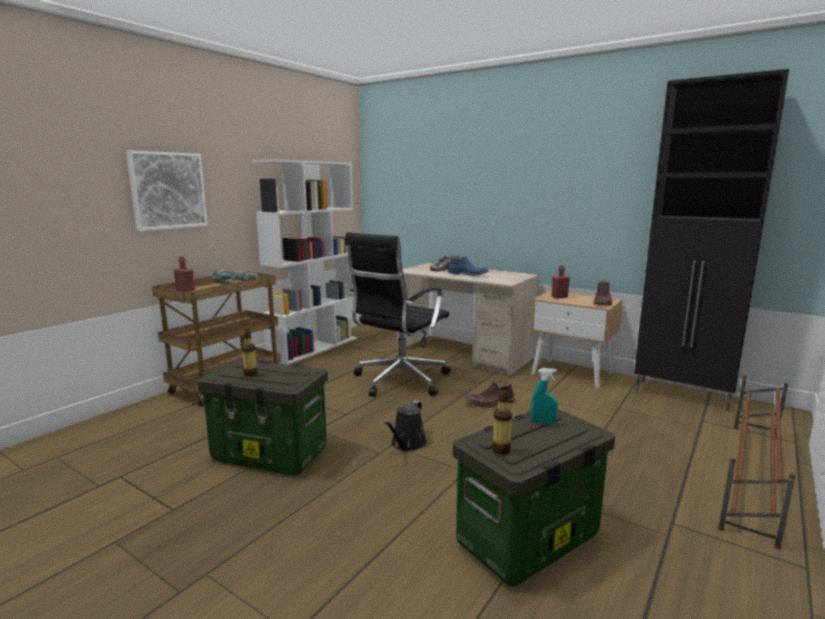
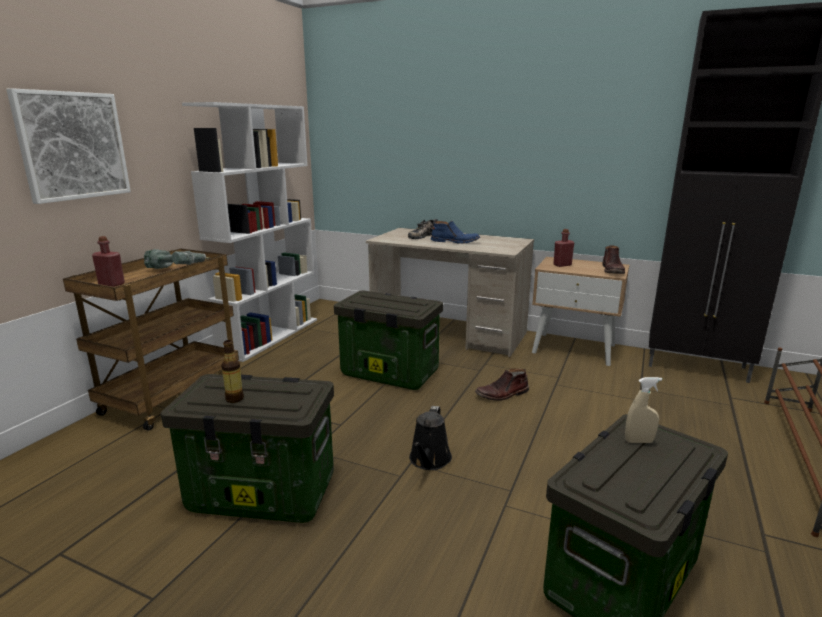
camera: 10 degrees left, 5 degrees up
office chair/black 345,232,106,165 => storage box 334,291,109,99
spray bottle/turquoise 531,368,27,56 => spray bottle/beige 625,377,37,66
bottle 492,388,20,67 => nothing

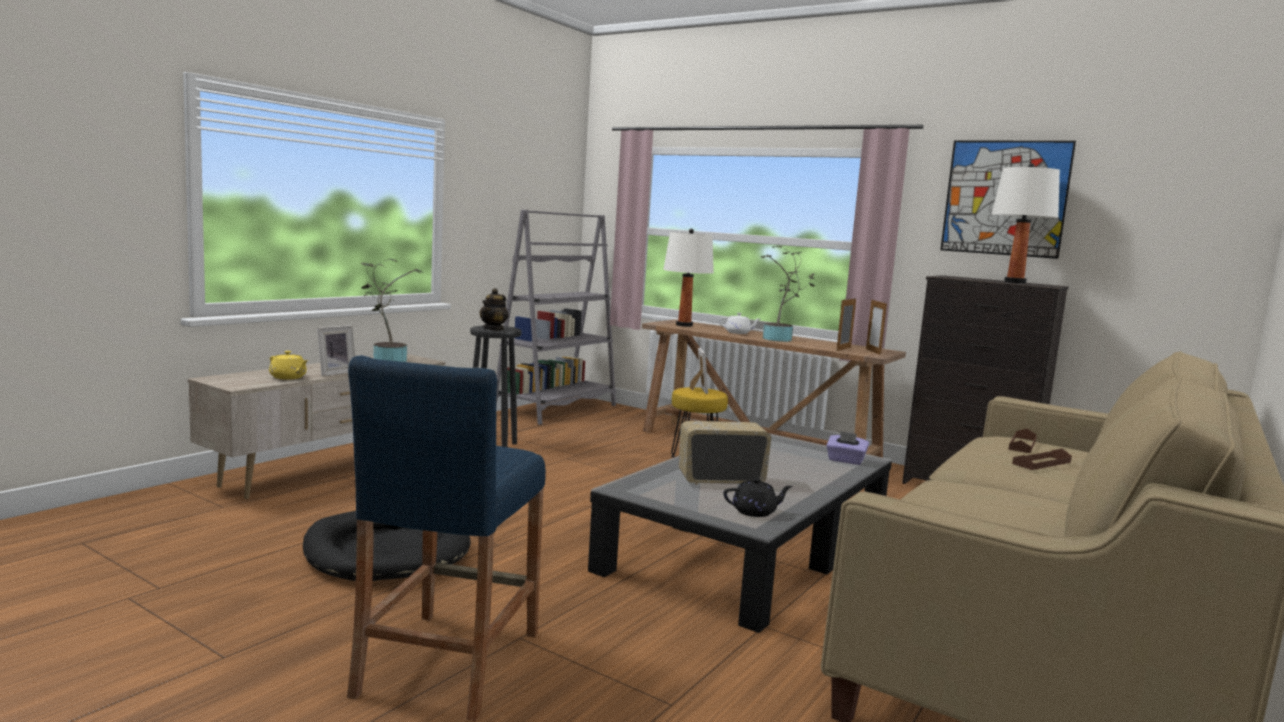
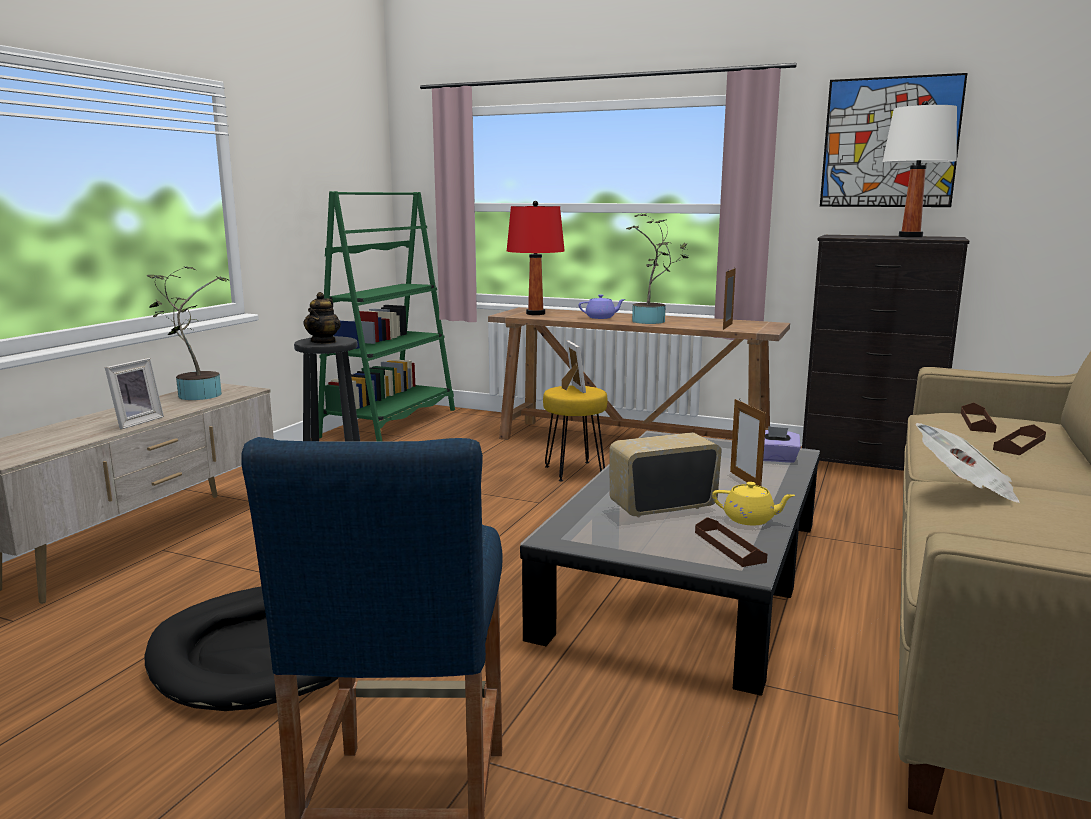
camera: 10 degrees left, 5 degrees up
bookcase/grey 496,209,120,216 => bookcase/green 318,191,137,251
table lamp/white 663,229,51,98 => table lamp/red 507,201,58,114
picture frame 866,300,21,55 => picture frame 730,398,37,88, moved
teapot/white 719,313,41,21 => teapot/purple 579,294,46,25
teapot/yellow 269,351,39,28 => teapot/yellow 712,482,83,43, moved
teapot/black 724,478,69,39 => tray/brown 695,517,72,50
nothing => newspaper 915,423,105,80

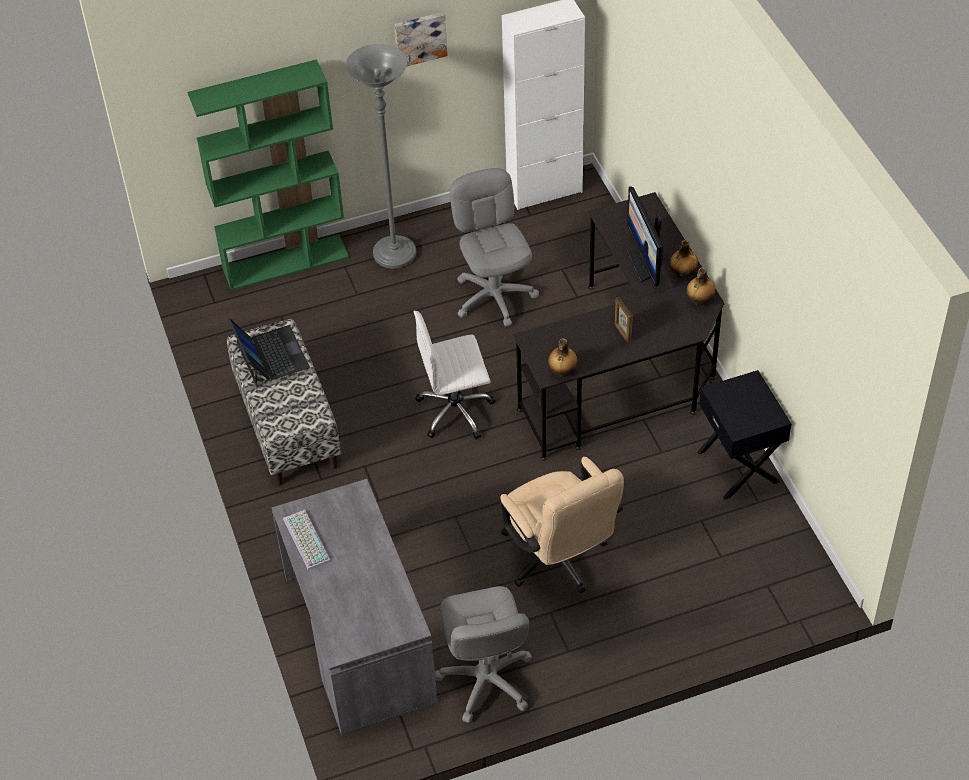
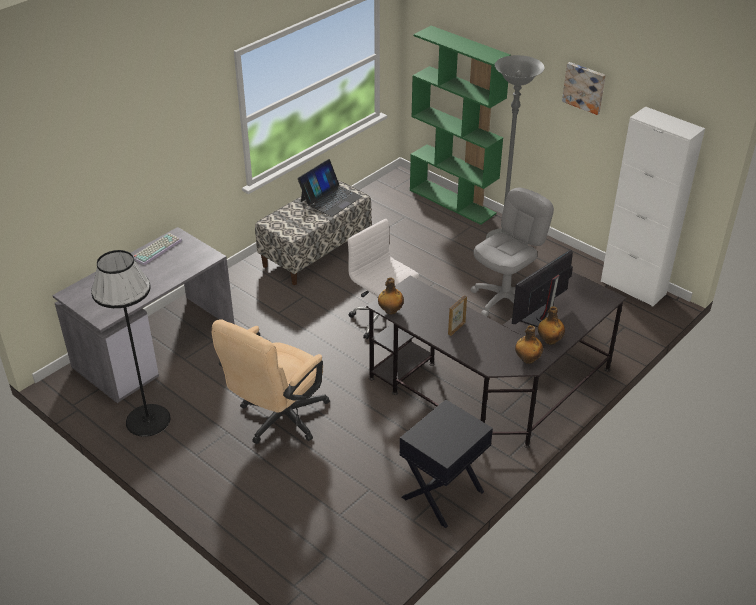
camera: 60 degrees right, 10 degrees down
office chair/grey 435,586,97,137 => floor lamp/black 91,250,80,187

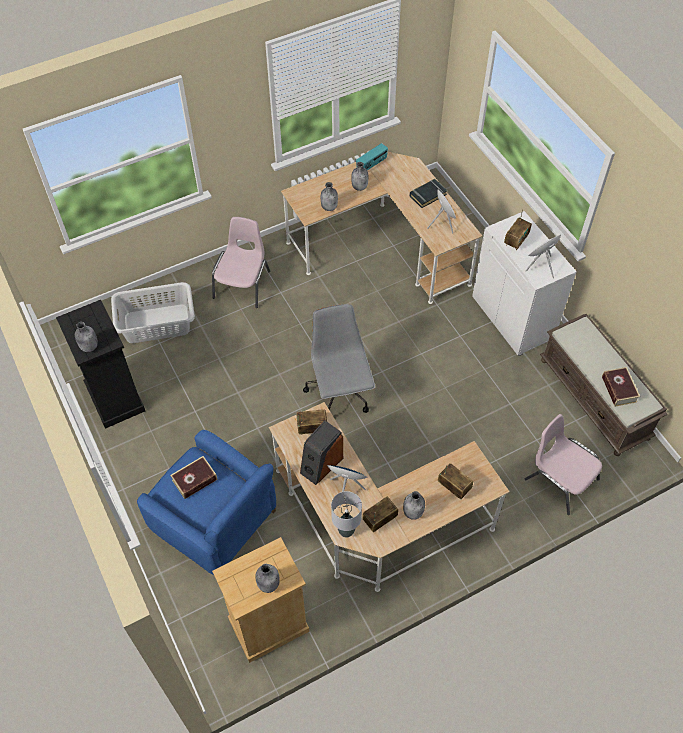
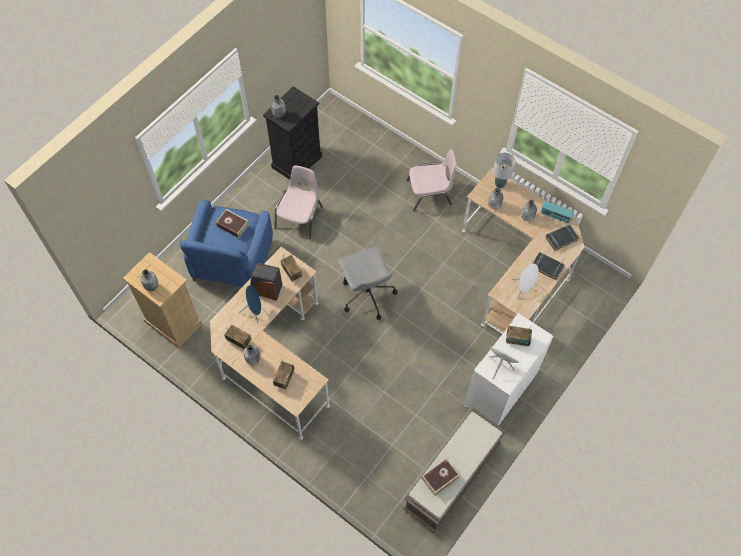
camera: 65 degrees right, 5 degrees up
laundry basket/grey 111,282,84,61 => nothing
office chair/grey 303,304,72,109 => office chair/grey 338,246,59,74, 105 degrees clockwise
chair/pink 524,414,78,101 => chair/pink 274,166,49,73, moved
table lamp/grey 331,491,31,47 => table lamp/grey 493,153,23,35, moved
nothing => book/black 546,224,33,27

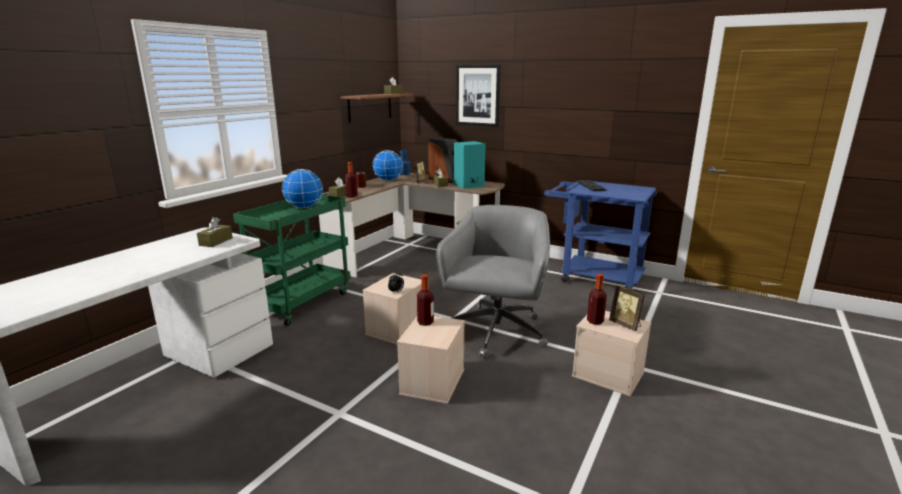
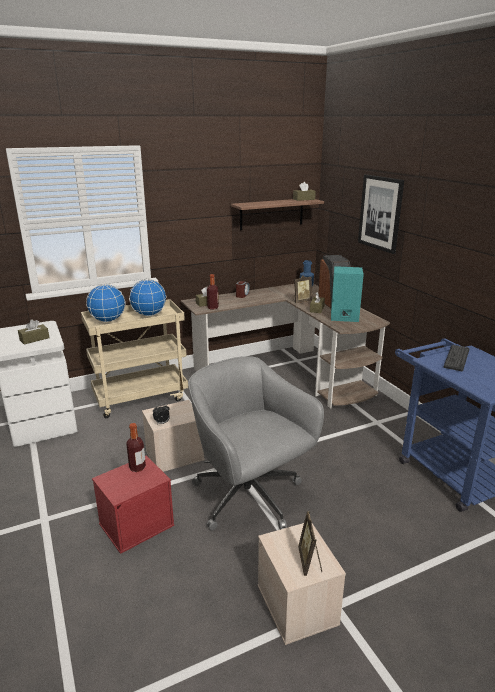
camera: 35 degrees right, 5 degrees up
globe 373,150,30,31 => globe 86,284,39,38, moved
cart/green 233,195,118,131 => cart/beige 81,299,107,119
office chair/grey 436,205,114,153 => office chair/grey 188,356,136,175, 90 degrees counterclockwise
bottle 587,274,20,51 => nothing
storage box/beige 397,316,68,88 => storage box/red 92,455,82,99

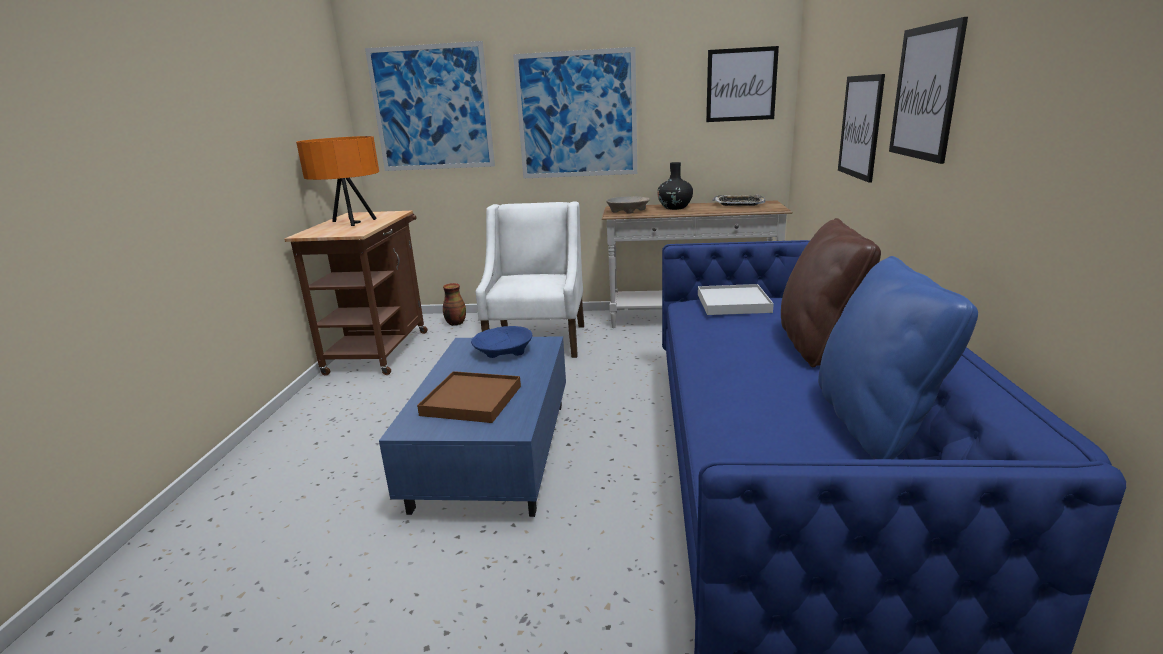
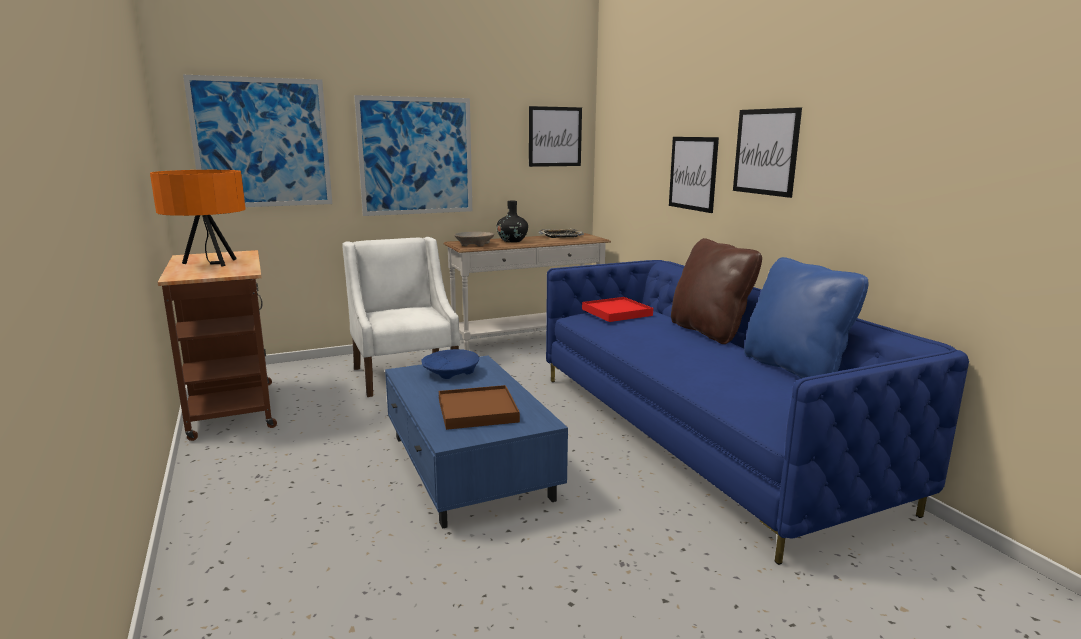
camera: 30 degrees left, 5 degrees down
vase 443,283,23,43 => nothing
tray/white 698,284,76,31 => tray/red 582,297,71,25

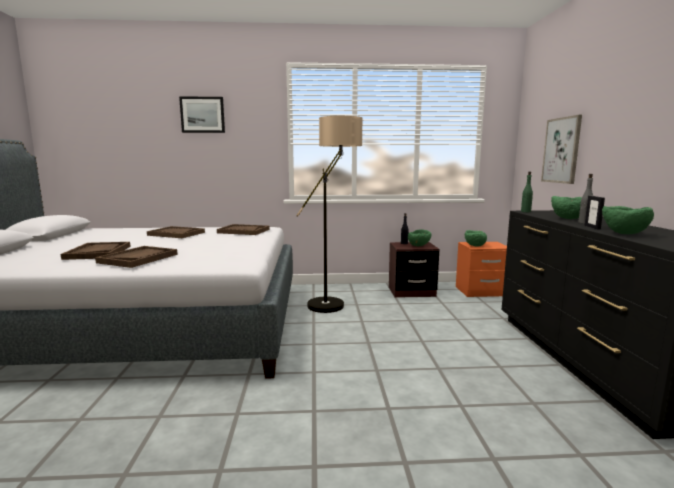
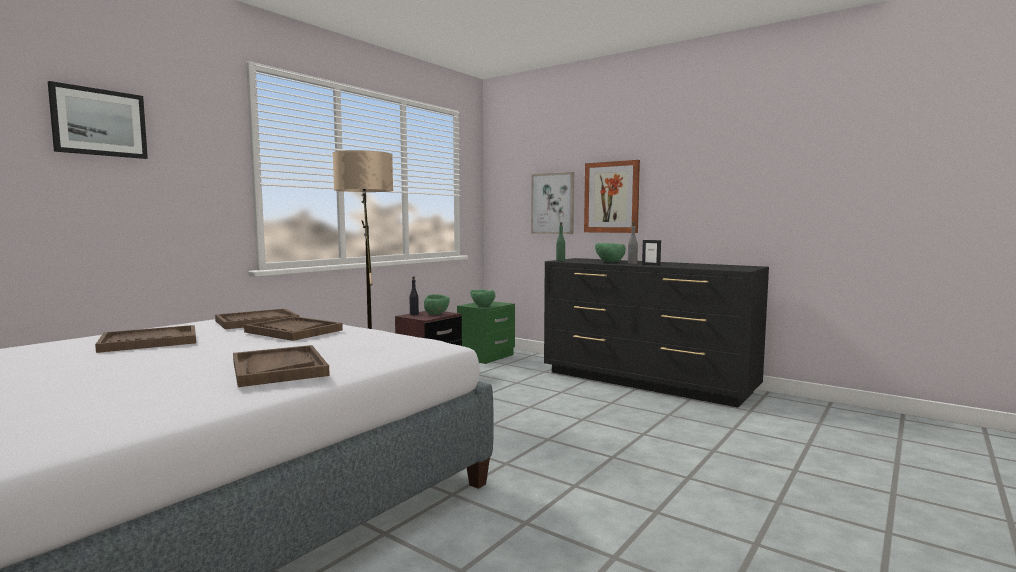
camera: 50 degrees left, 5 degrees down
bowl/green 602,206,52,28 => nothing
tray/brown 61,242,70,18 => tray/brown 244,316,99,25, moved
nightstand/orange 456,242,51,55 => nightstand/green 457,301,58,63
nothing => picture 584,160,56,73

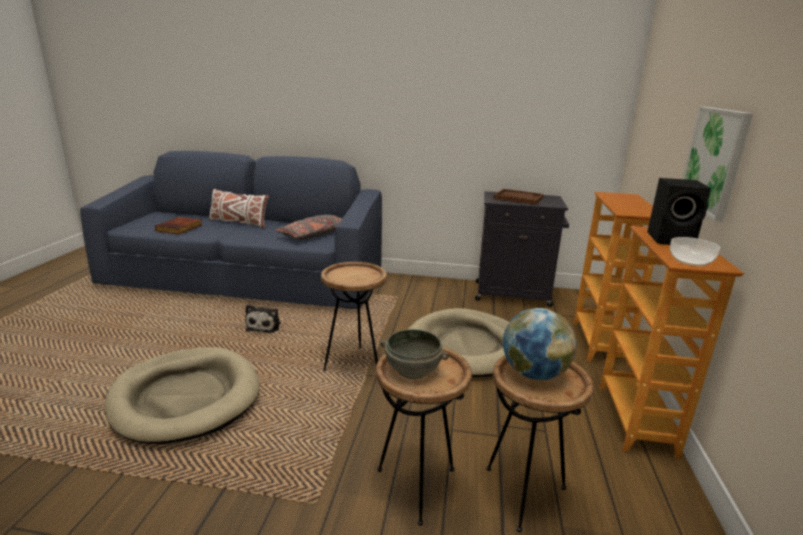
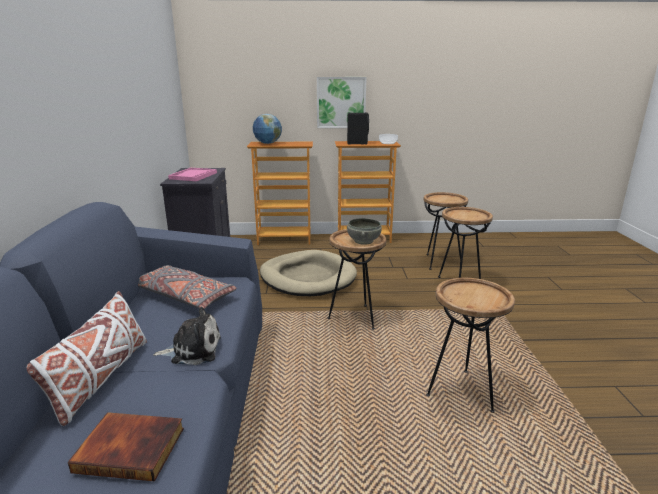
camera: 100 degrees left, 0 degrees up
tray/brown 493,189,51,16 => tray/pink 168,168,49,13
plush toy 245,305,36,28 => plush toy 153,307,68,58, moved
globe 503,308,74,72 => globe 253,114,29,30, moved
bowl/grey 381,329,68,50 => bowl/grey 347,218,35,27, moved
dog bed/beige 105,347,155,97 => side table/brown 426,278,89,135

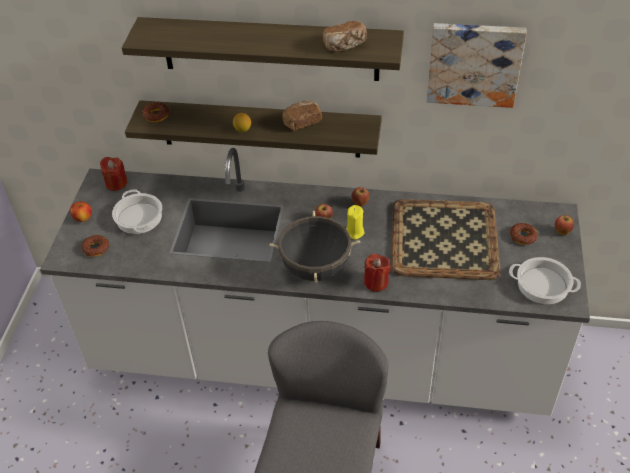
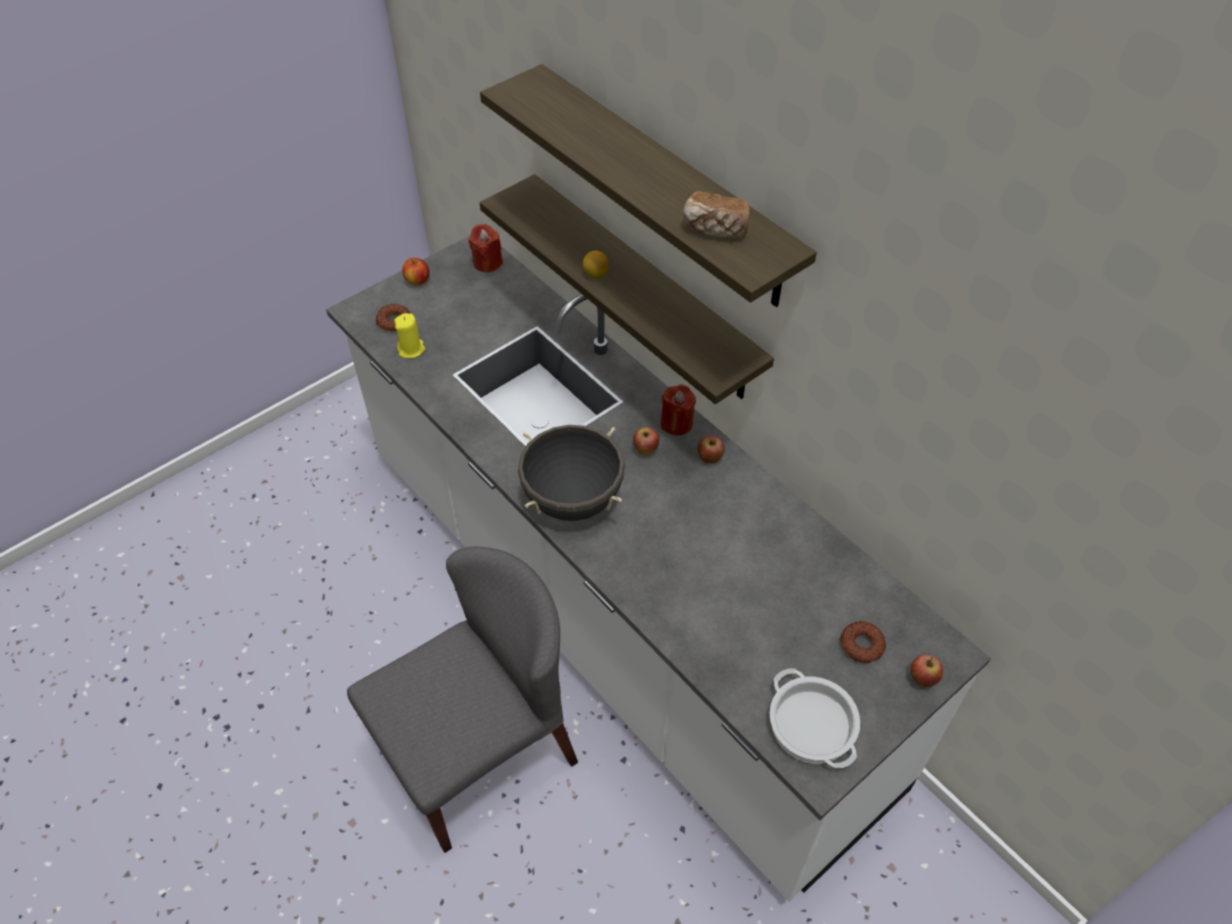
camera: 40 degrees right, 5 degrees up
picture 427,23,100,85 => nothing
bread 282,100,40,30 => nothing
donut 142,102,28,20 => nothing
cooking pot 112,189,50,45 => nothing
tray 391,199,109,81 => nothing
candle/yellow 346,205,19,35 => candle/yellow 394,313,31,45, moved
candle/red 364,254,27,38 => candle/red 661,384,35,51, moved

